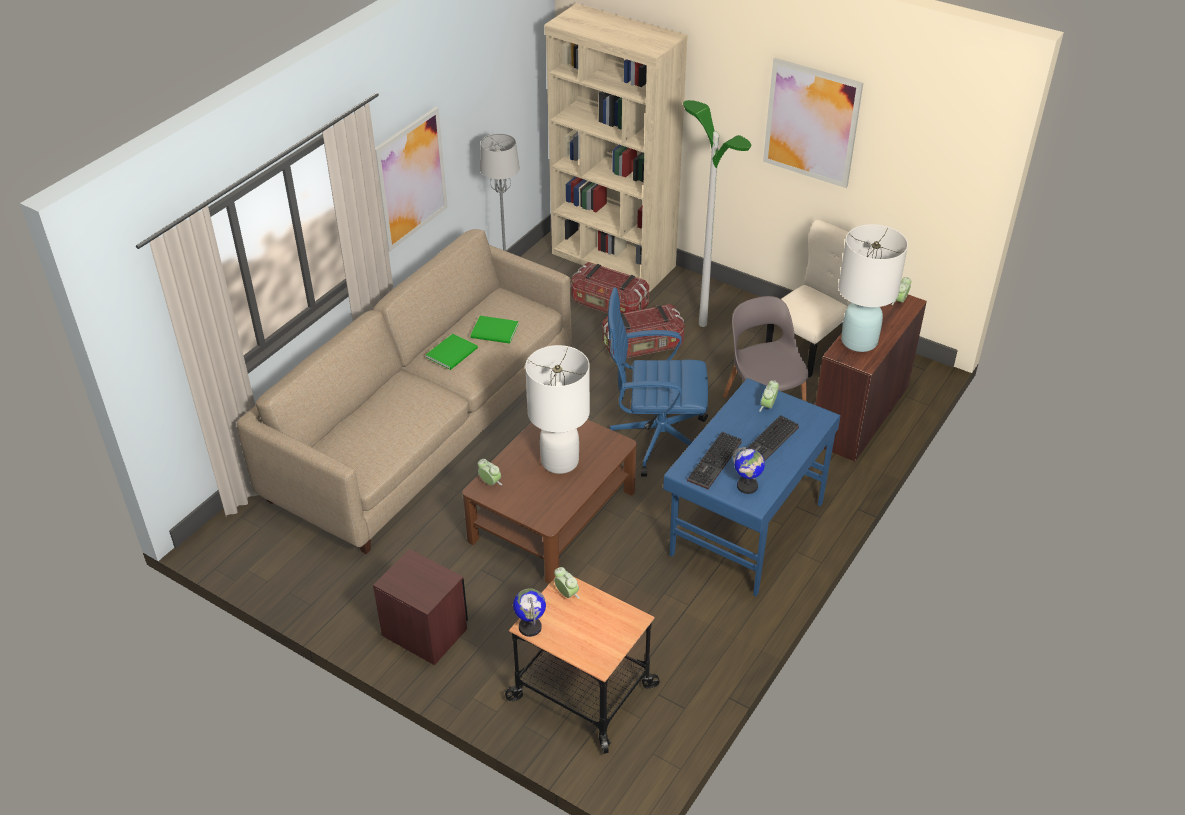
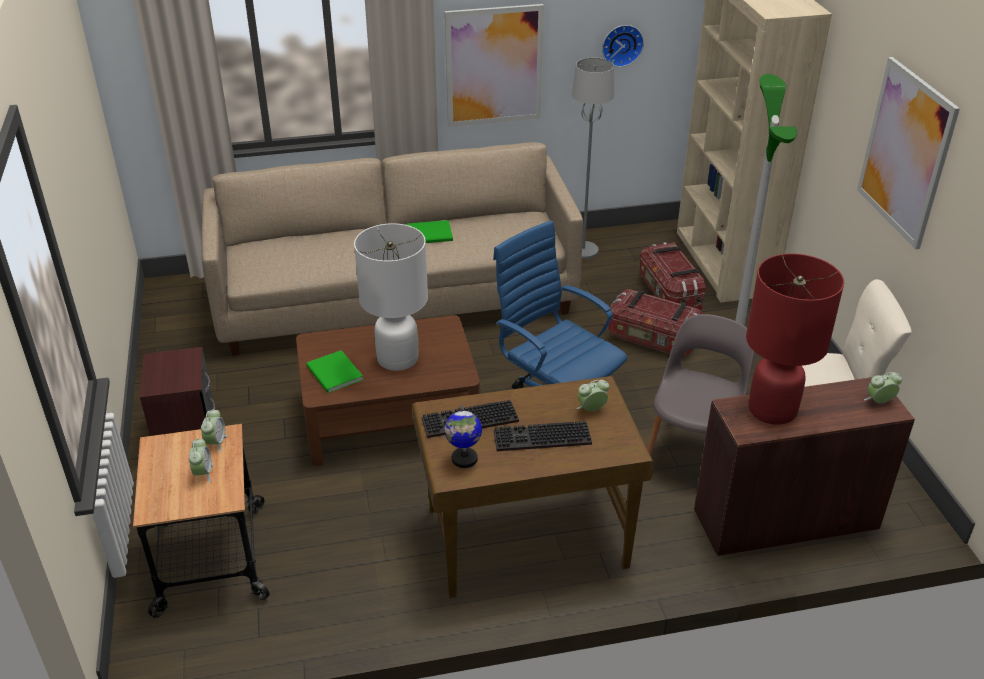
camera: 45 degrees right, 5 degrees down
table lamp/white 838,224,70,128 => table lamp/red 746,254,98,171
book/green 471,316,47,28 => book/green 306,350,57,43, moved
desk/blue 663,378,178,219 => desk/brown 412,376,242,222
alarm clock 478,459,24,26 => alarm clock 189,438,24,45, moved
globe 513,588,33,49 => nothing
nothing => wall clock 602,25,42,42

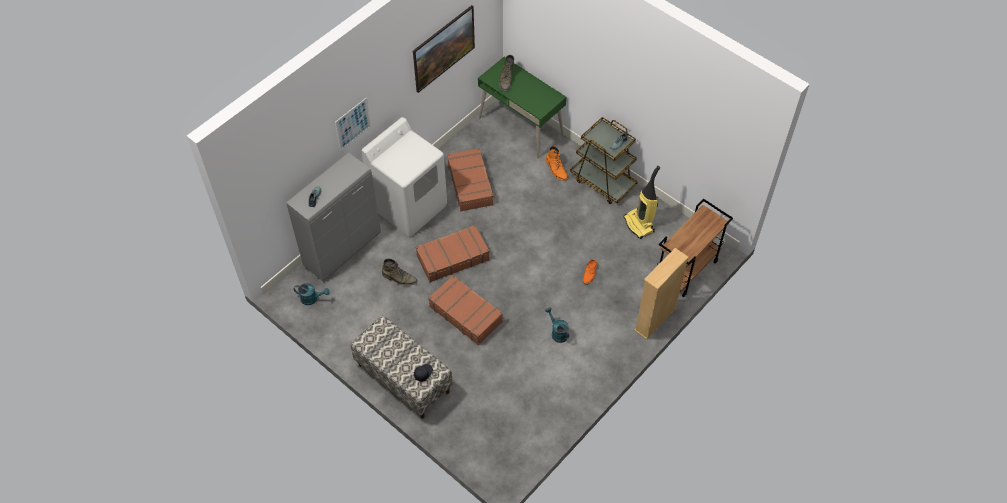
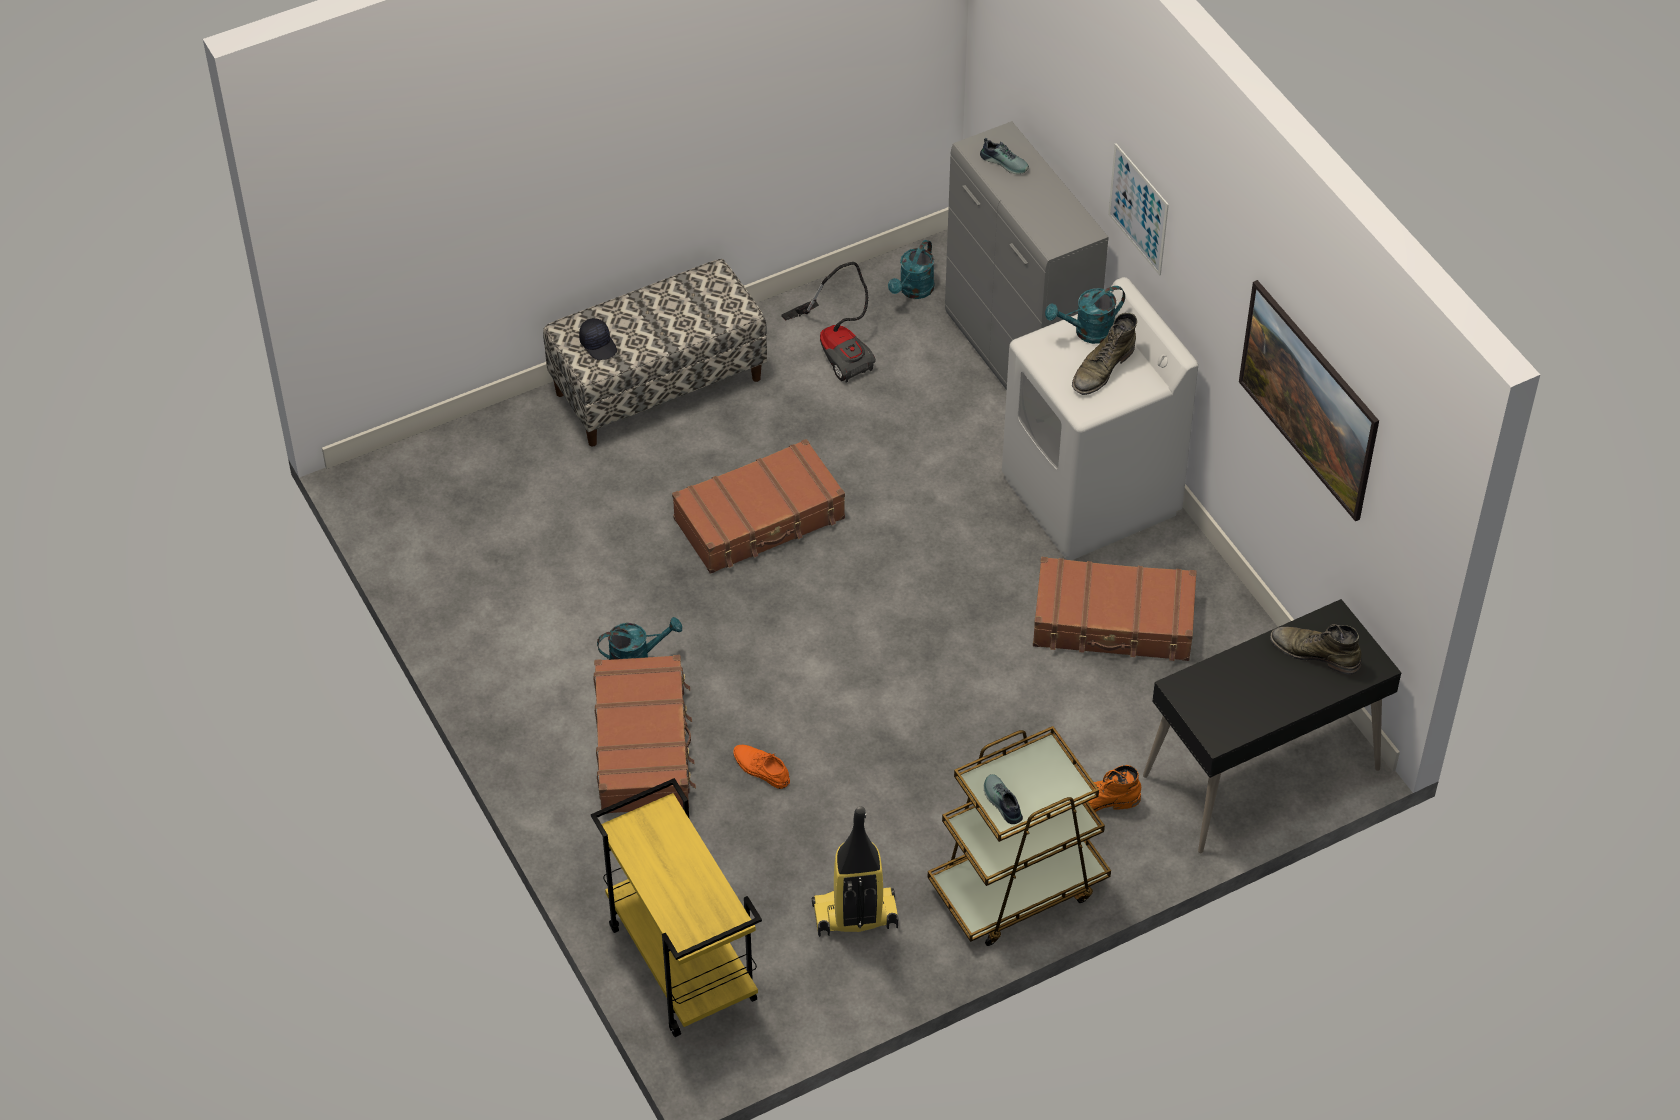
camera: 110 degrees right, 5 degrees down
desk/green 478,57,88,102 => desk/black 1143,599,258,254
cart/brown 658,199,75,98 => cart/yellow 591,778,171,259
suitcase/brown 416,225,74,57 => suitcase/brown 594,655,102,159, moved
bookcase/beige 634,248,55,91 => nothing
boot/green 382,259,36,27 => boot/green 1072,313,65,82, moved
nothing => vacuum cleaner 781,262,95,121
nothing => watering can/turquoise 1045,286,80,58

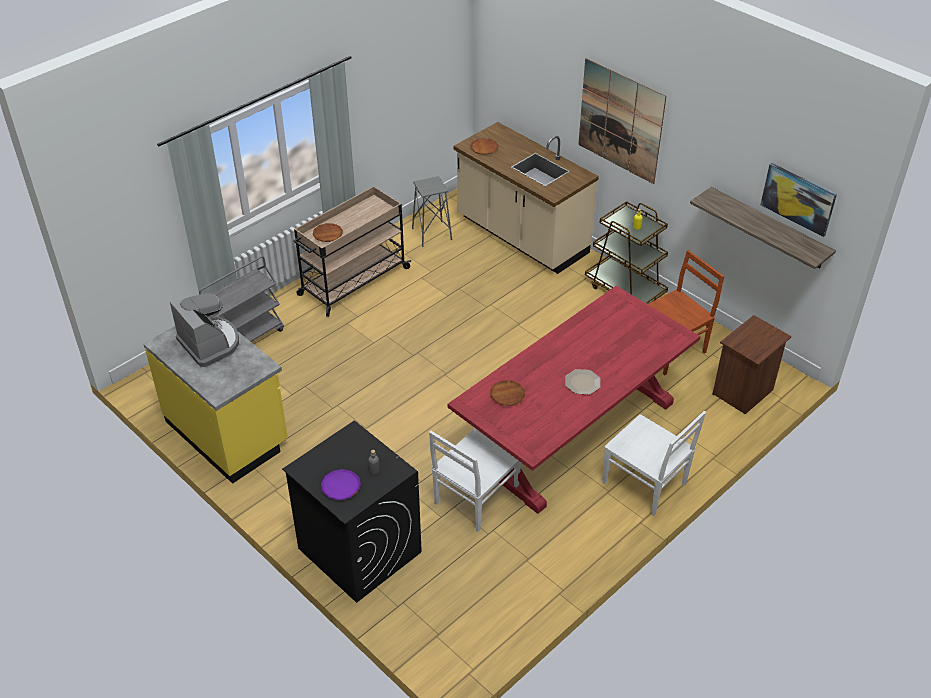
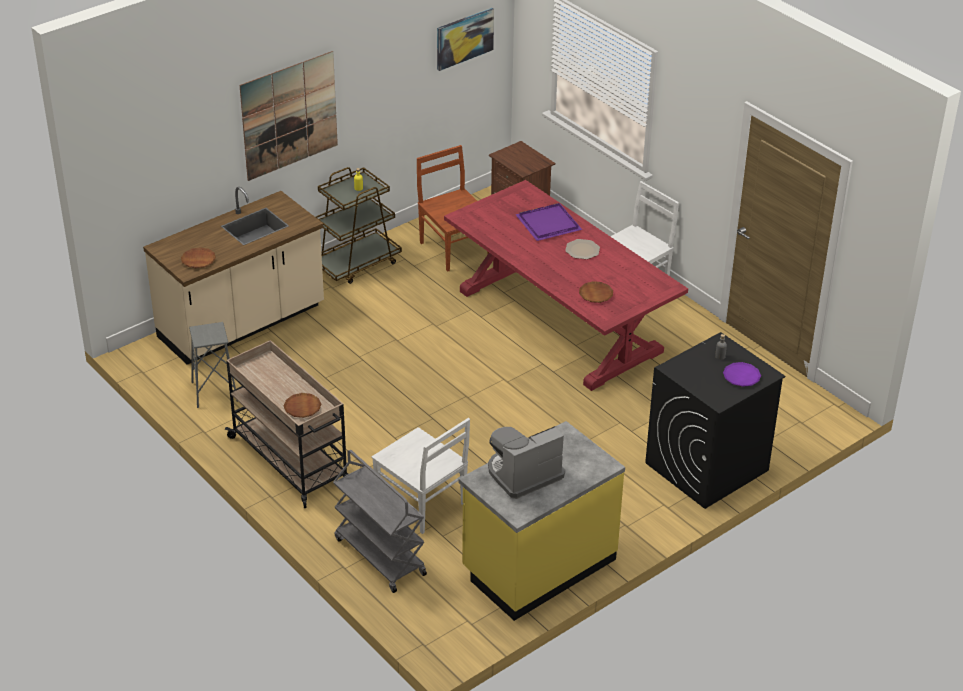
camera: 85 degrees left, 5 degrees down
shelf 690,187,146,82 => nothing
chair/white 429,428,92,104 => chair/white 372,418,98,116, moved
nothing => tray/purple 516,203,66,38

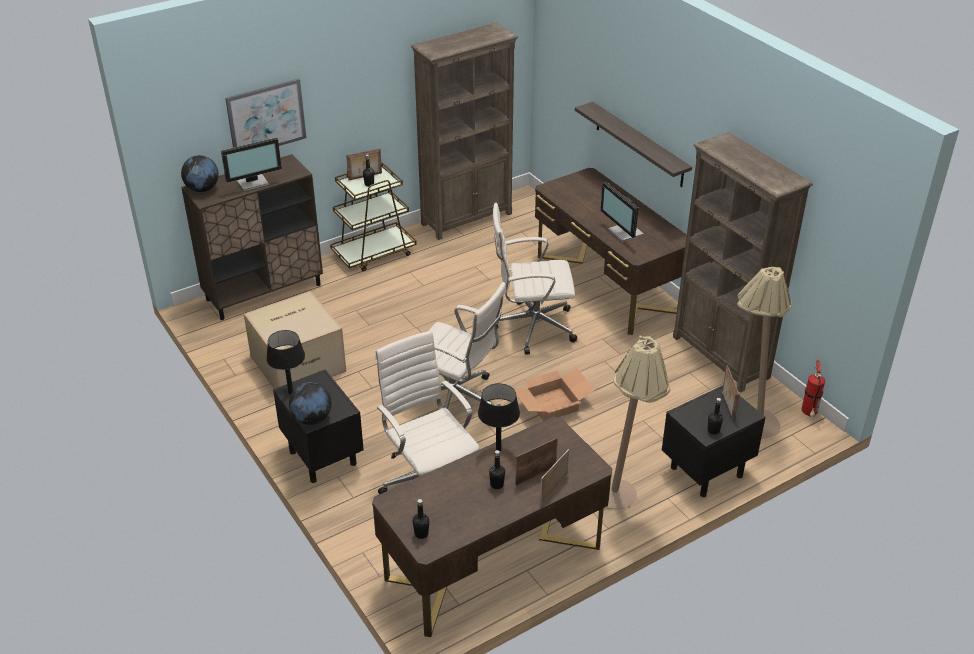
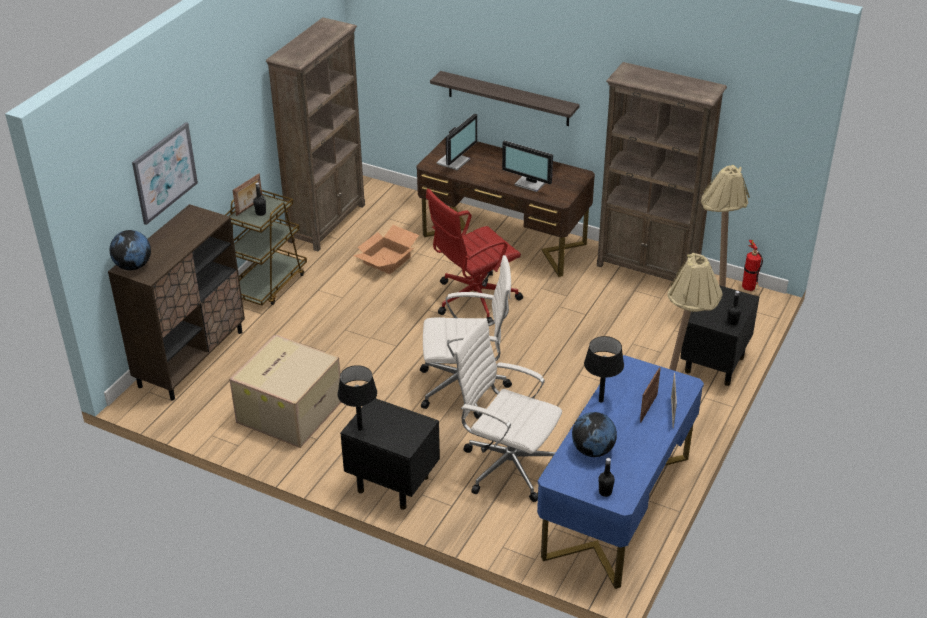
camera: 30 degrees left, 0 degrees up
monitor 221,137,61,54 => monitor 436,114,41,56, moved
office chair/white 493,203,84,152 => office chair/red 426,189,97,134
picture frame 722,365,18,56 => nothing
cardboard box 513,368,82,53 => cardboard box 353,225,66,49, moved
globe 289,382,43,43 => globe 572,412,45,45, moved
desk/brown 372,416,240,221 => desk/blue 537,355,167,234
bottle/black 489,450,16,39 => nothing

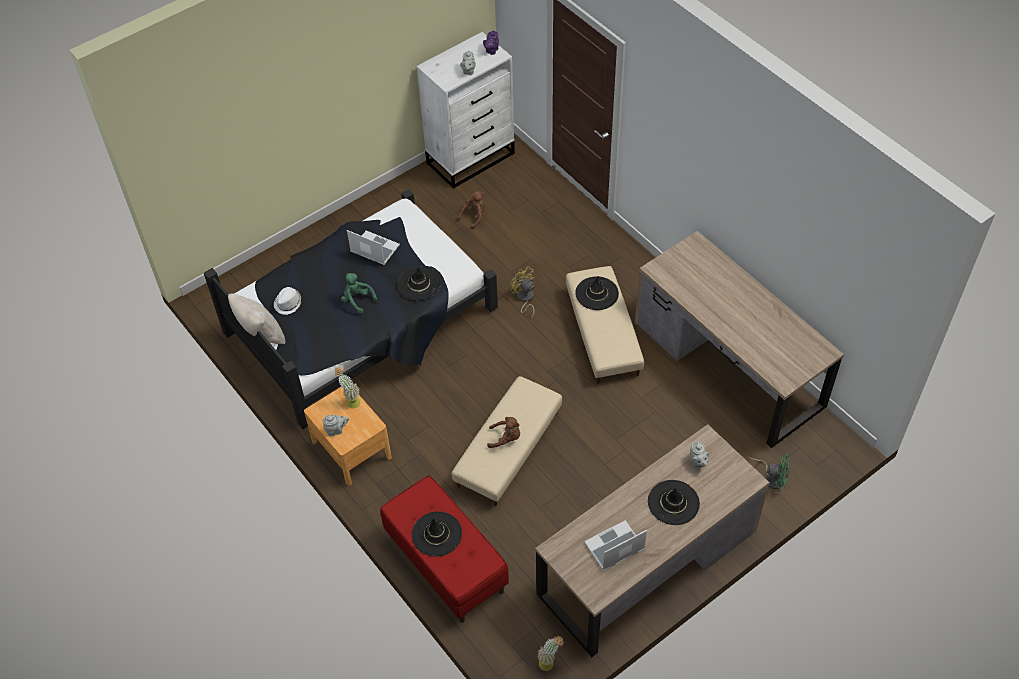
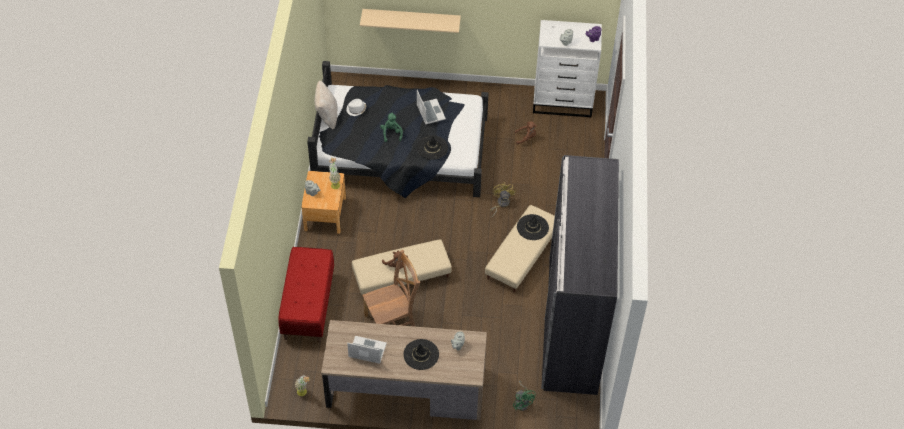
camera: 40 degrees right, 0 degrees up
desk/brown 635,231,209,217 => wardrobe/grey 541,155,78,240
hat/black 412,511,50,46 => nothing
nothing => shelf/beige 360,9,101,24
nothing => chair/brown 362,250,58,77

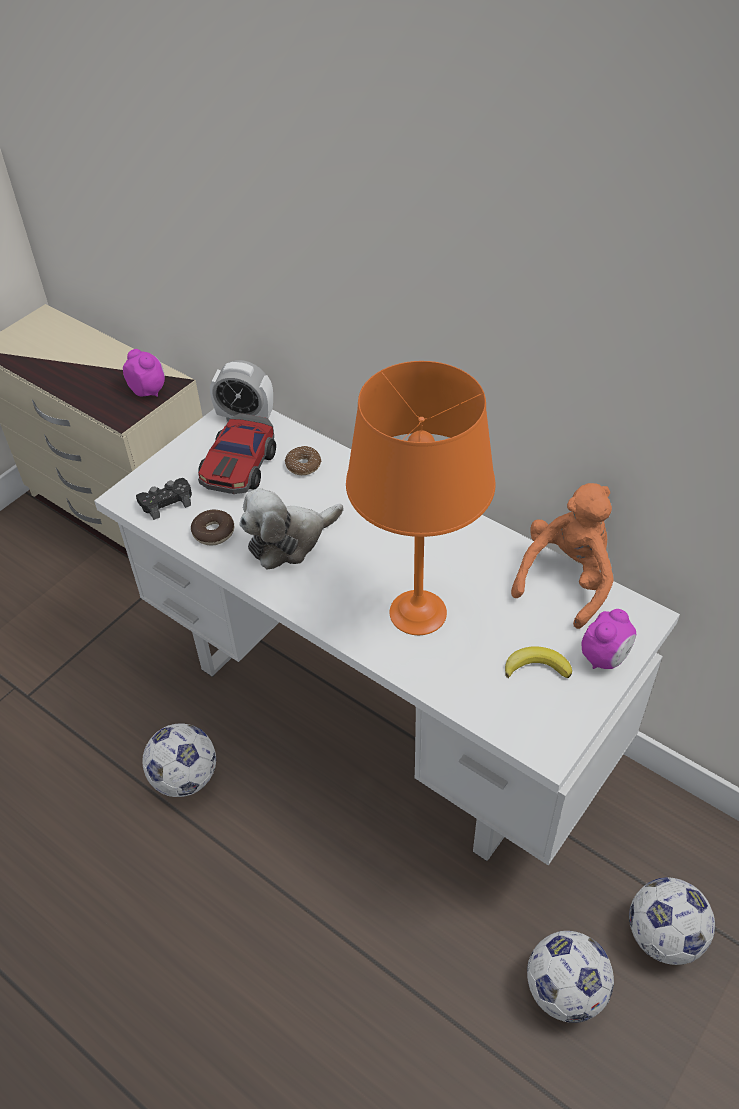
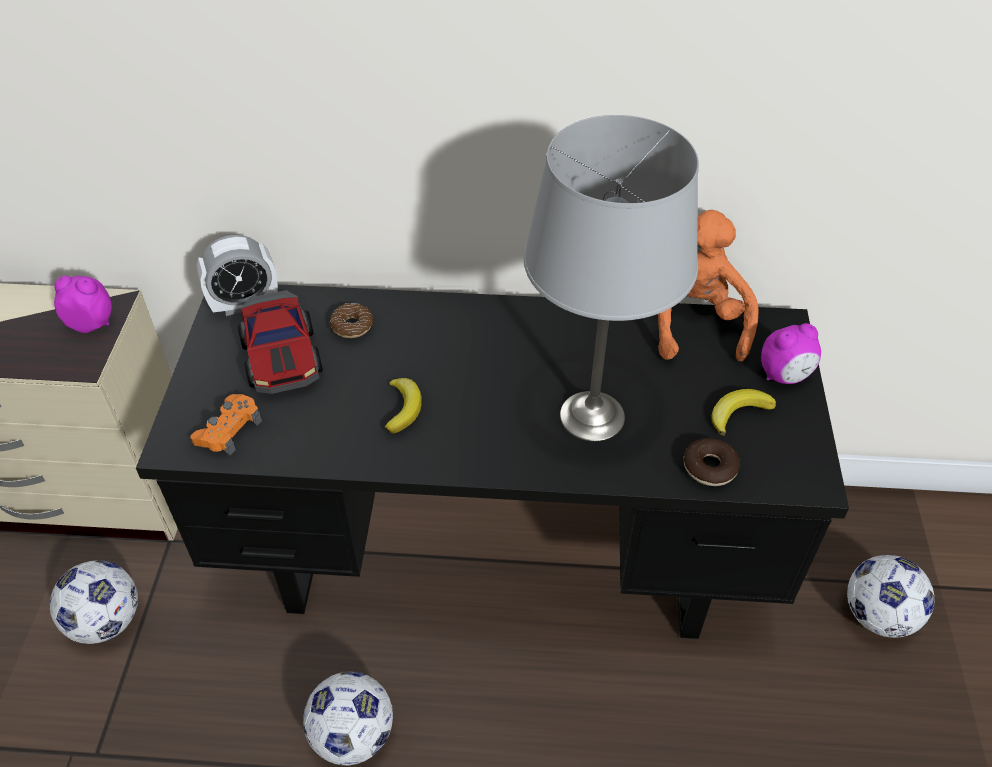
camera: 35 degrees left, 0 degrees up
table lamp/orange 346,361,149,274 => table lamp/grey 524,115,175,327
desk/white 94,409,586,456 => desk/black 136,284,713,355
game controller/black 136,478,56,42 => game controller/orange 190,394,72,62
plush toy 239,488,105,82 => banana 385,378,37,55
donut 191,510,43,35 => donut 684,438,56,48, moved
alarm clock 581,609,55,60 => alarm clock 761,323,60,61, 60 degrees clockwise
football 527,931,87,92 => football 50,560,88,84, moved

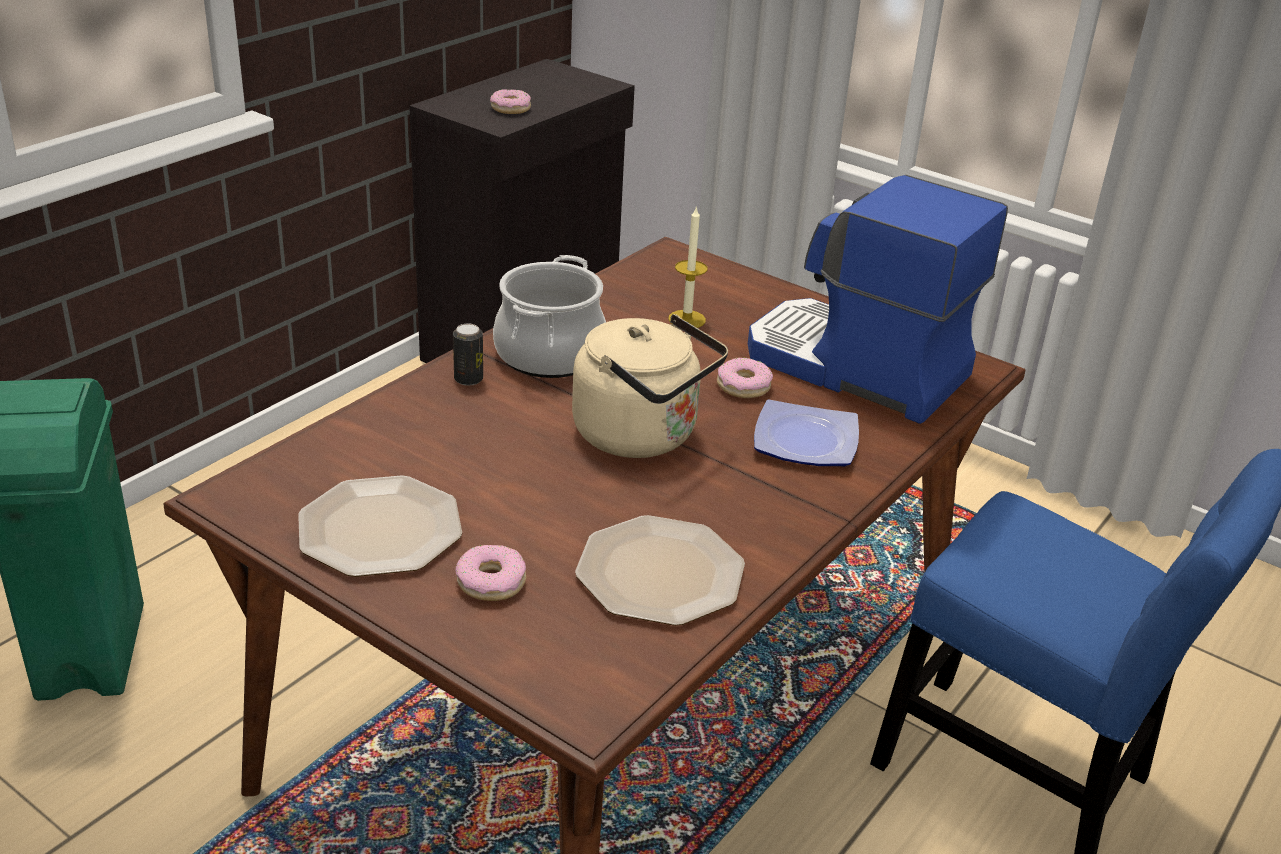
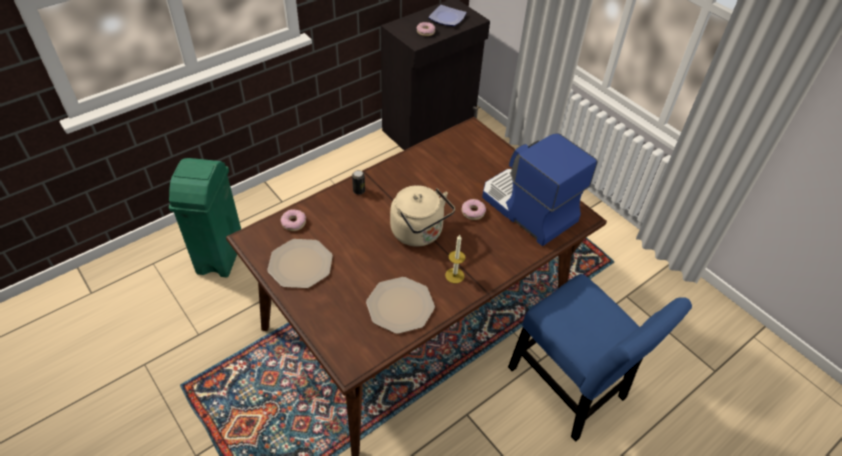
camera: 15 degrees right, 15 degrees up
candle 668,206,40,122 => candle 445,235,20,48, moved
cooking pot 493,255,113,123 => nothing
plate 754,399,105,67 => plate 428,5,39,21, moved
donut 455,545,71,56 => donut 281,209,25,22, moved

